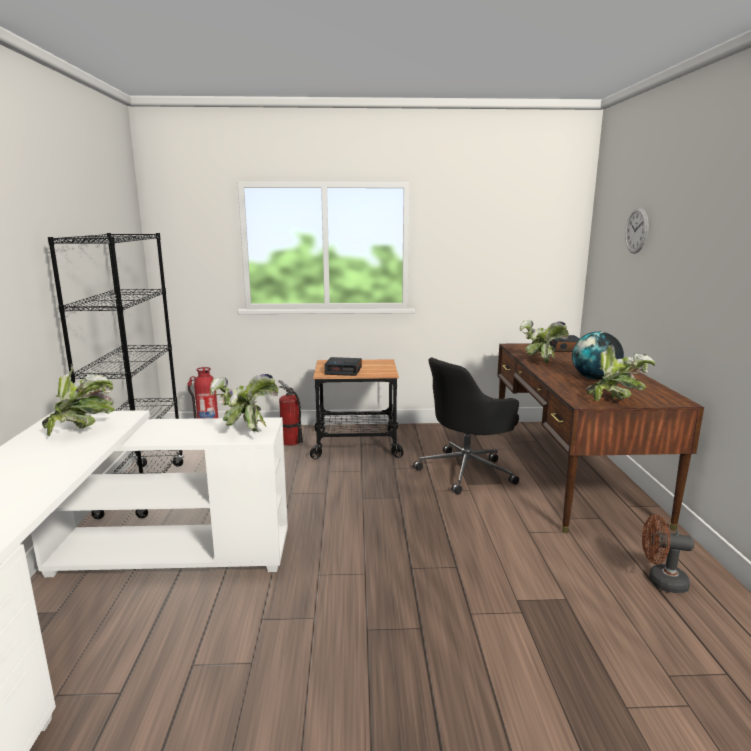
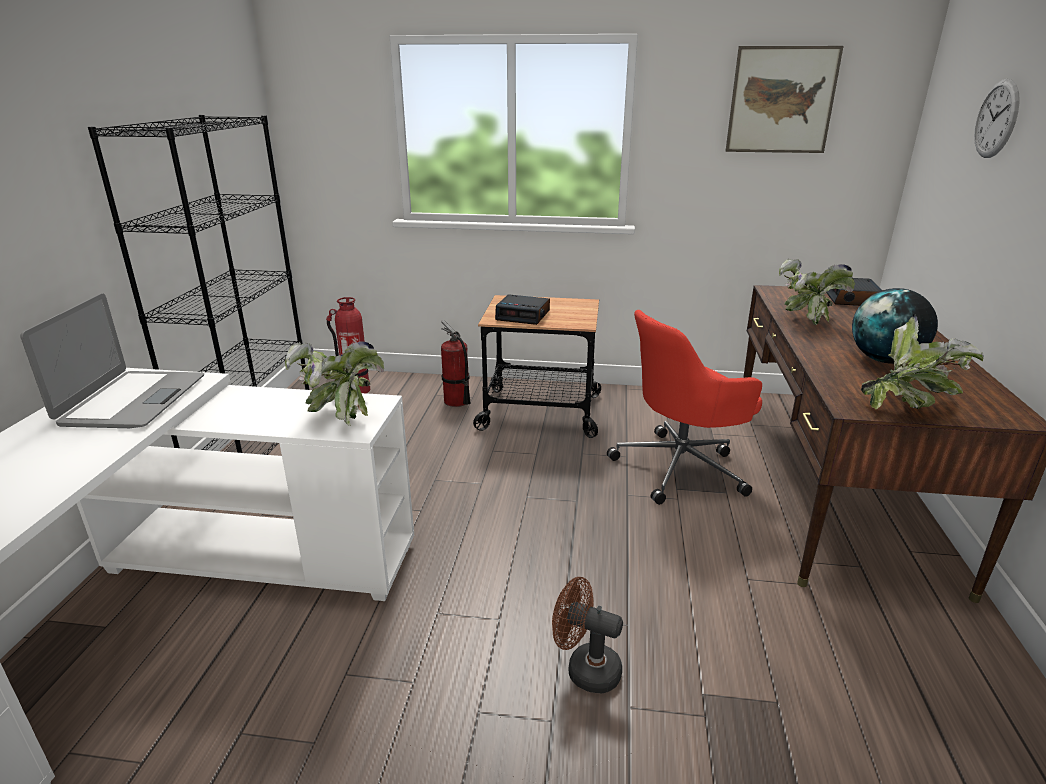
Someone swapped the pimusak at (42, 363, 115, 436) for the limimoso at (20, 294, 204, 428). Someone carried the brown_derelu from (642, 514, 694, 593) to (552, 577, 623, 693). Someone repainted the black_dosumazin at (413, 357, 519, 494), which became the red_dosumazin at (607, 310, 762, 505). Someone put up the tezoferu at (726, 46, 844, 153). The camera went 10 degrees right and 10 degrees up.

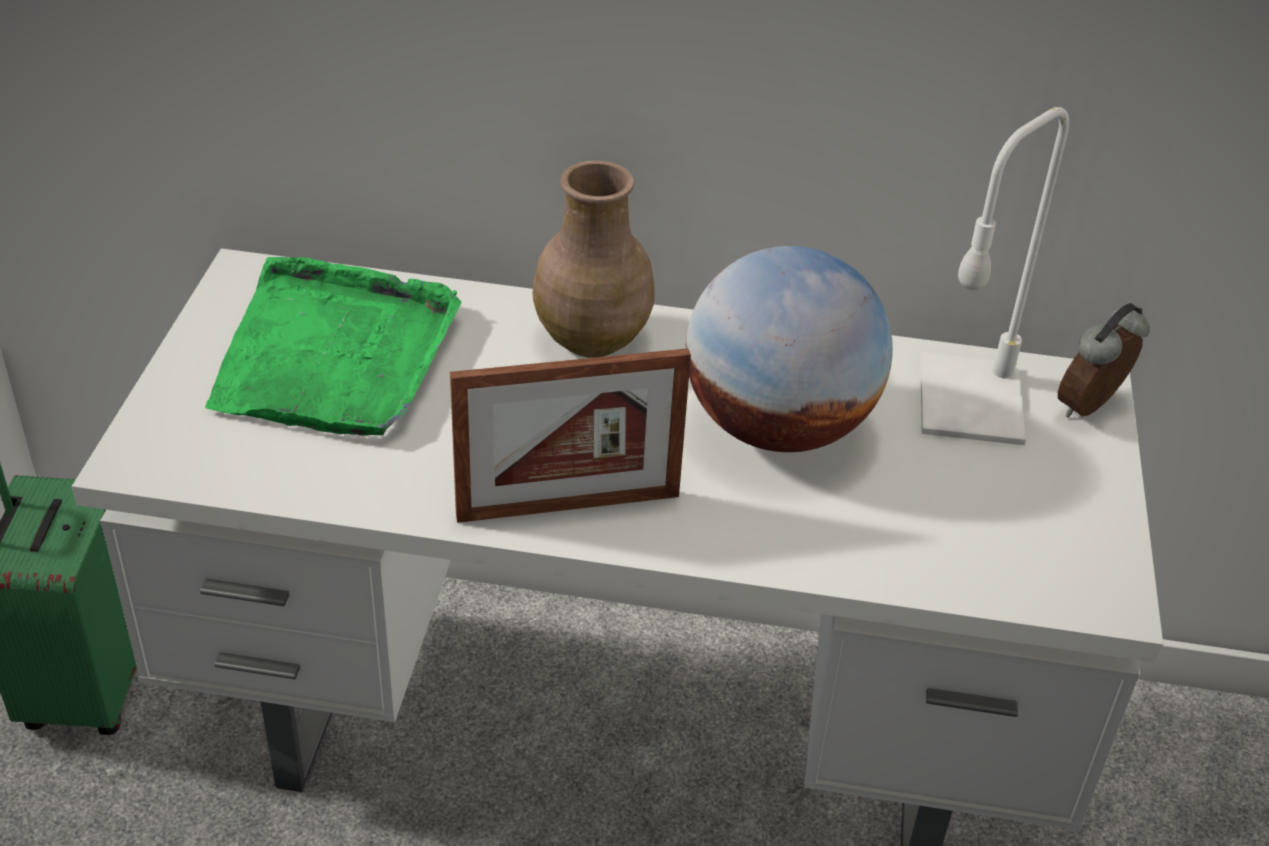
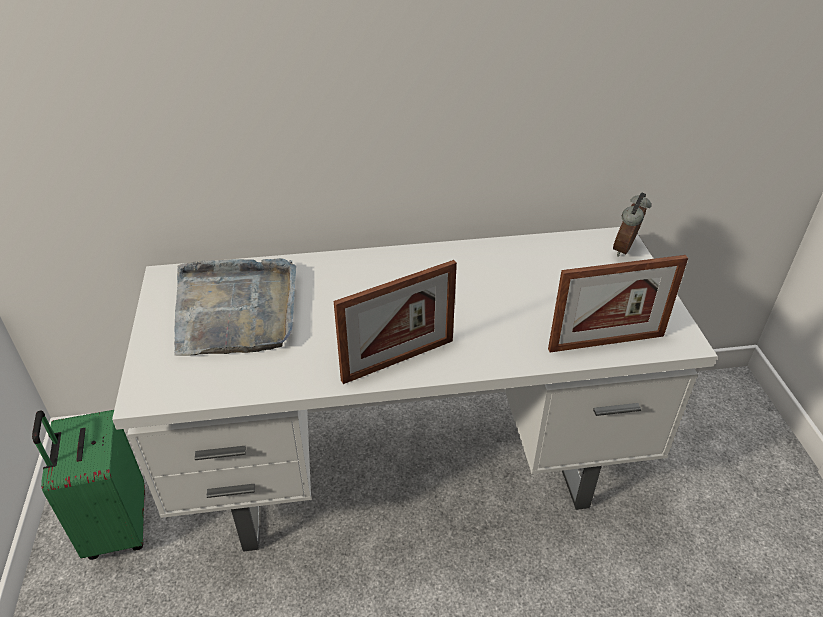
Someone repainted the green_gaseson at (205, 257, 461, 436), which became the grey_gaseson at (174, 258, 296, 356). Someone put down the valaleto at (548, 255, 688, 352). Someone took away the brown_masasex at (533, 161, 655, 358). Someone took away the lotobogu at (685, 246, 893, 452). Someone took away the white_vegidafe at (920, 107, 1069, 445). The camera went 15 degrees left and 0 degrees up.

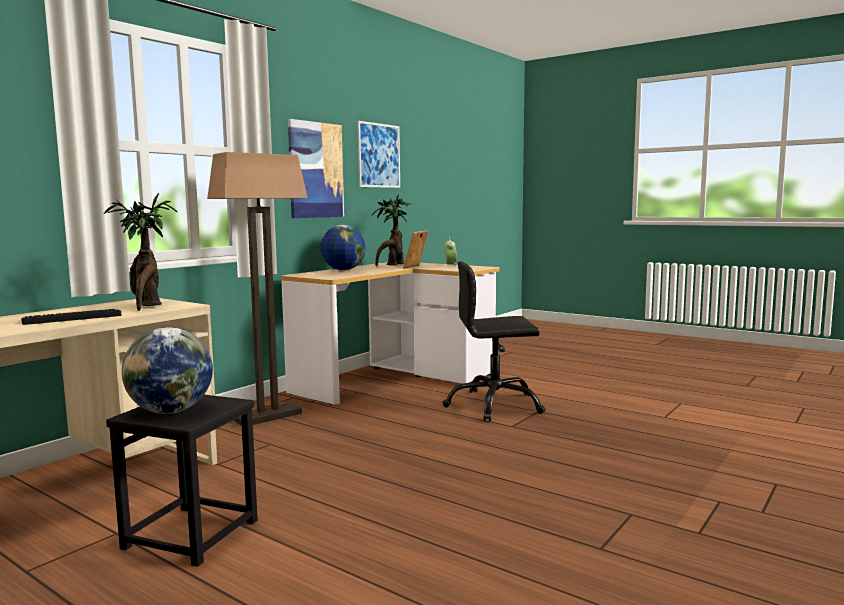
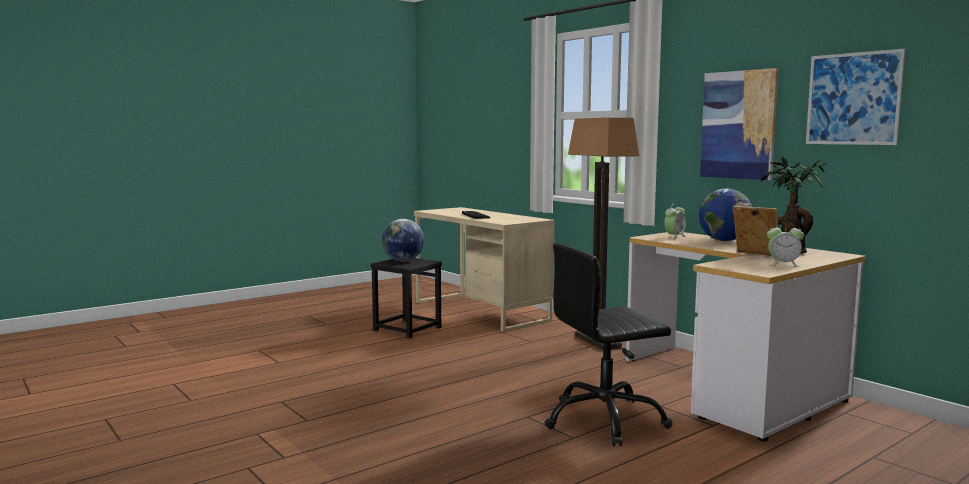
Someone rotated the black_dosumazin at (442, 262, 545, 421) by 120 degrees counterclockwise. Someone put down the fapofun at (664, 203, 686, 239). Someone took away the pimusak at (104, 193, 178, 311). The camera went 105 degrees right and 0 degrees up.

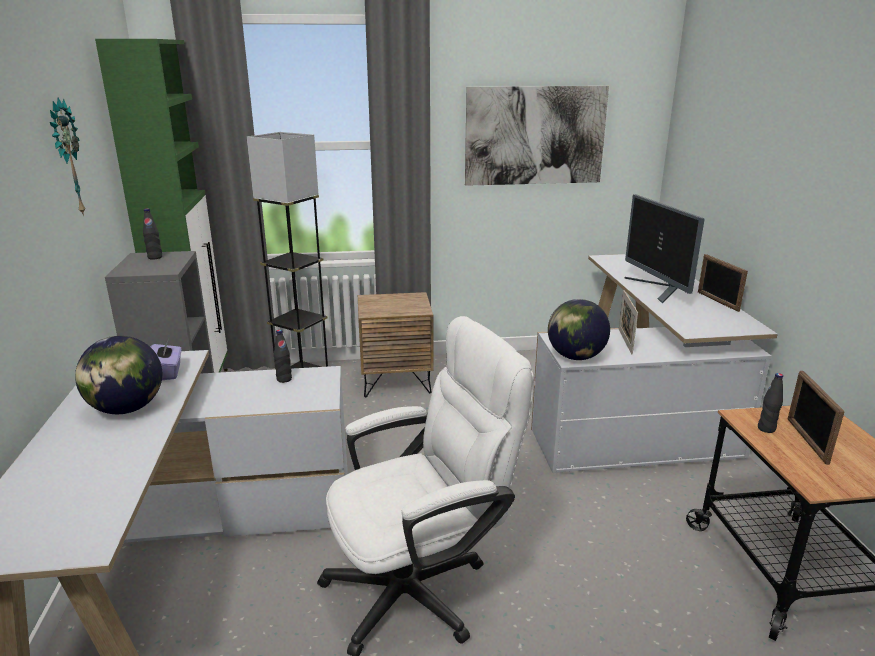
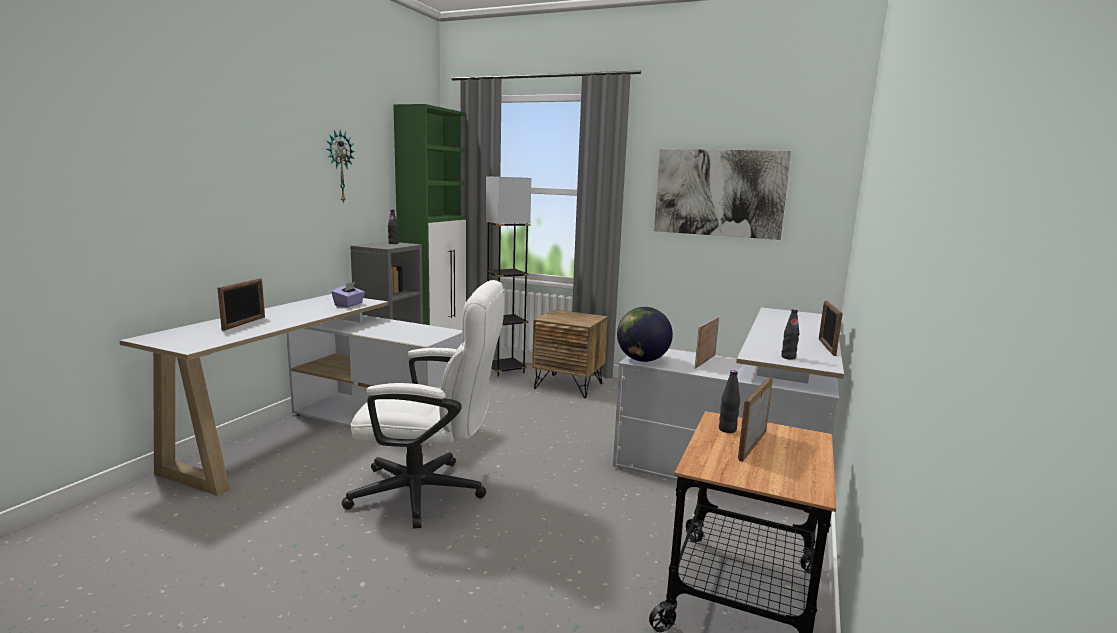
Someone put down the valaleto at (217, 278, 265, 331). Someone carried the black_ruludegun from (274, 330, 292, 383) to (781, 309, 799, 360). Someone took away the lotobogu at (75, 336, 162, 414). Someone took away the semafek at (624, 194, 705, 304). The camera went 30 degrees right and 10 degrees down.

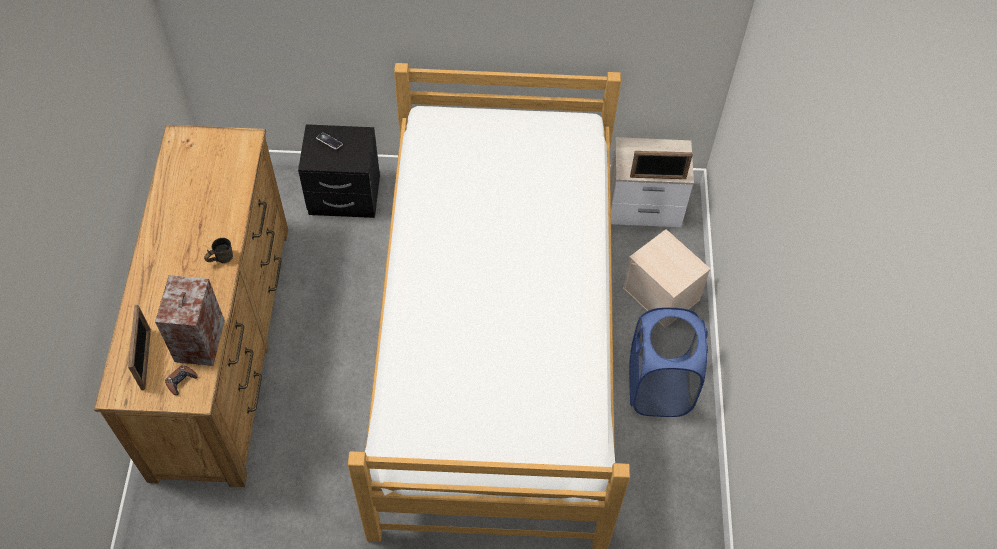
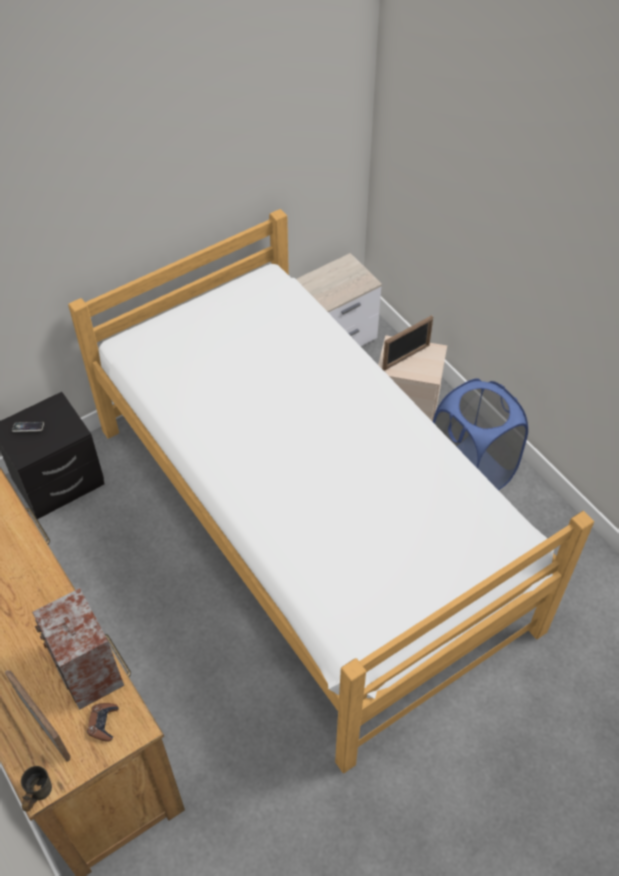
Someone carried the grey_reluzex from (204, 238, 233, 263) to (21, 766, 52, 812). Someone carried the valaleto from (630, 151, 693, 179) to (382, 315, 433, 370). The camera went 35 degrees left and 5 degrees down.

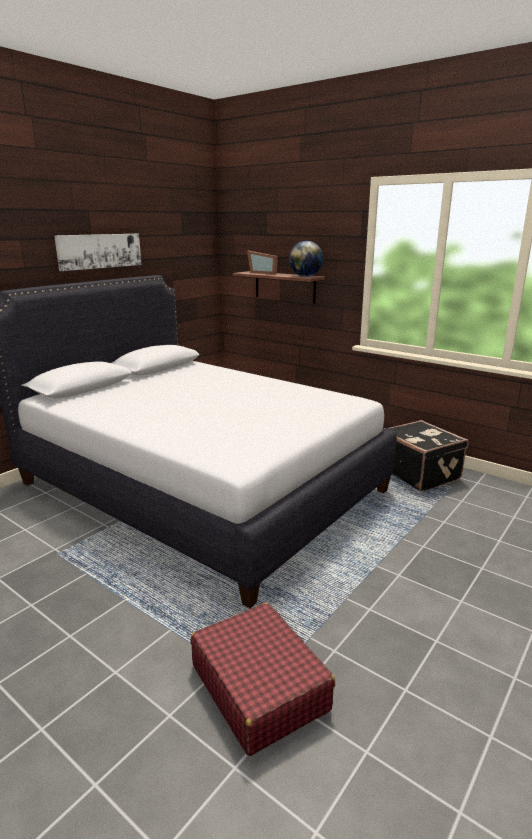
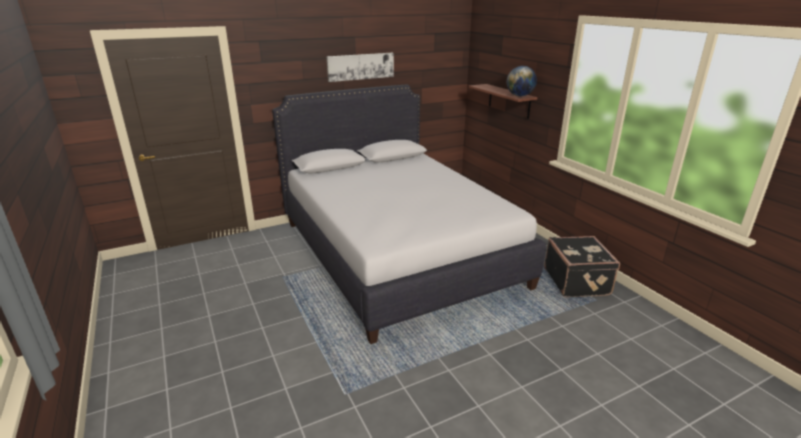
Someone took away the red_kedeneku at (190, 602, 335, 756). Someone took away the valaleto at (247, 251, 278, 274). The camera went 25 degrees right and 5 degrees up.

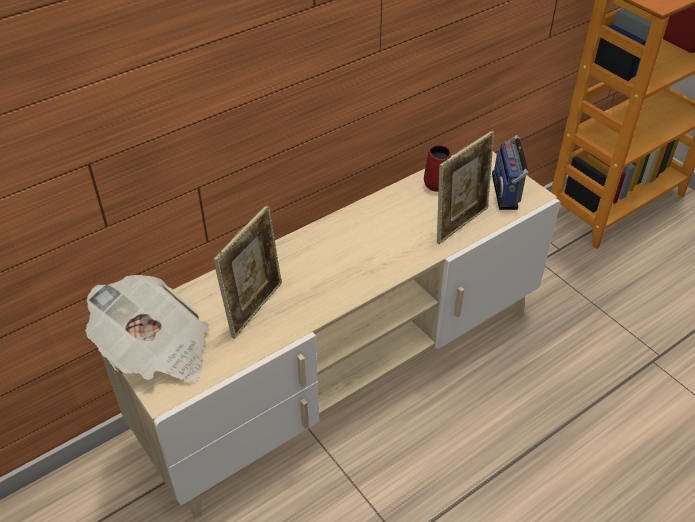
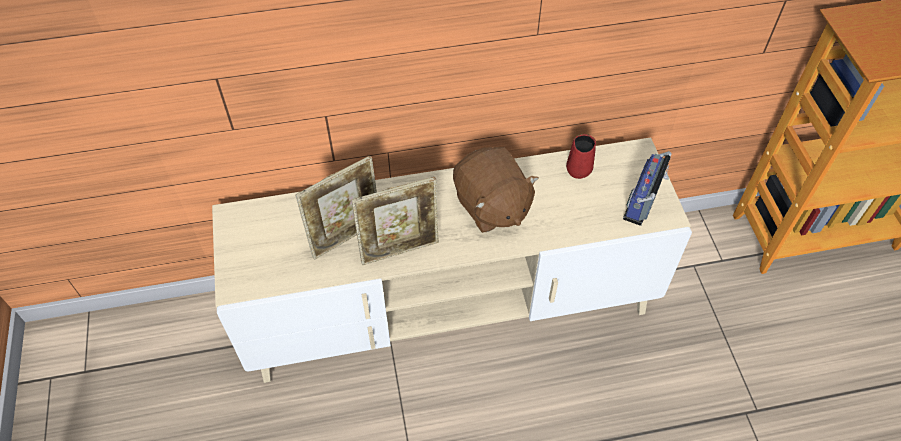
Someone carried the valaleto from (437, 131, 494, 244) to (351, 177, 439, 265). Someone put down the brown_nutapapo at (453, 147, 539, 233). Someone took away the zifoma at (85, 275, 209, 382). The camera went 25 degrees right and 10 degrees up.

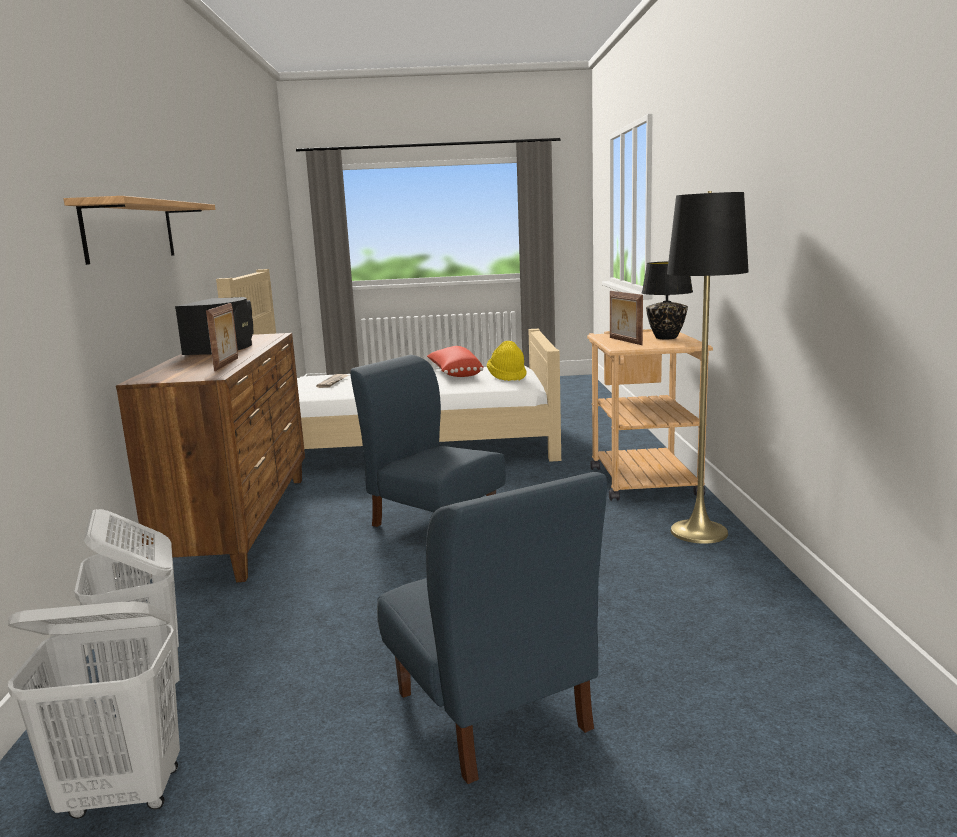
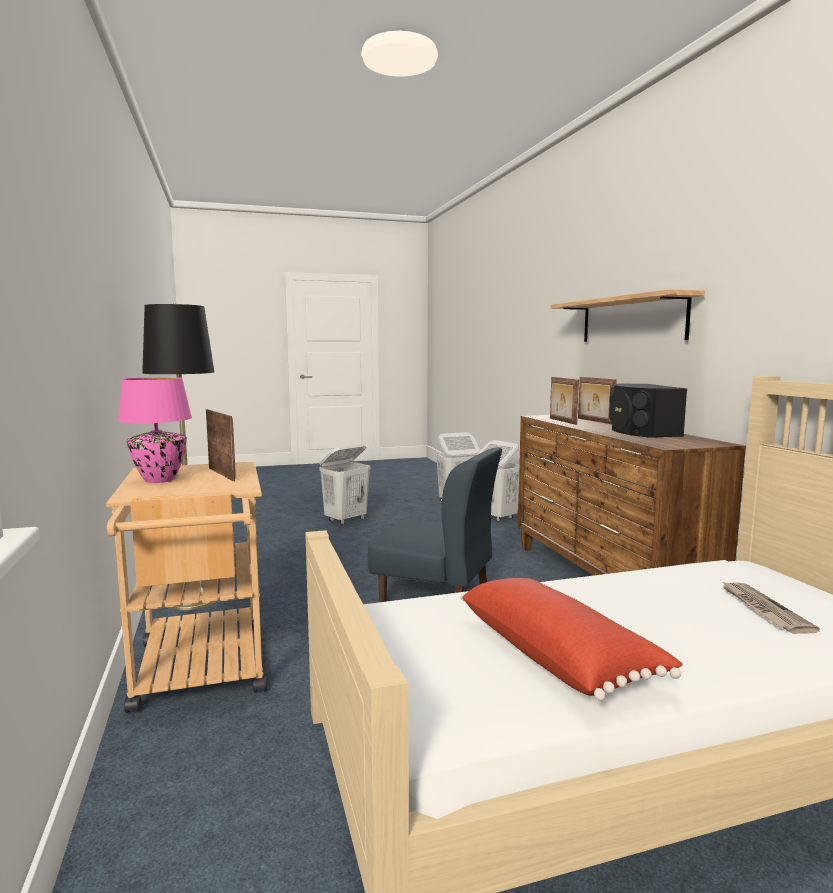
Someone repainted the black_vegidafe at (642, 261, 693, 339), which became the pink_vegidafe at (118, 377, 192, 483). Someone swapped the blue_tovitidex at (377, 472, 607, 784) for the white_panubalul at (319, 444, 370, 525). Someone put down the valaleto at (578, 377, 617, 424). Someone took away the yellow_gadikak at (487, 341, 527, 381). The camera went 165 degrees right and 5 degrees down.

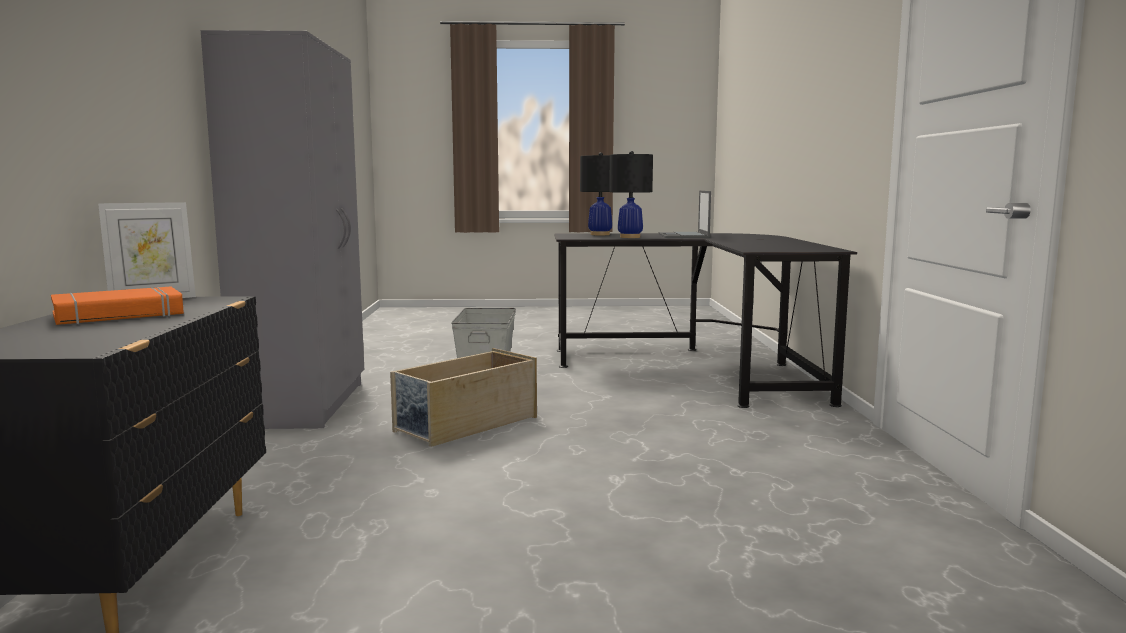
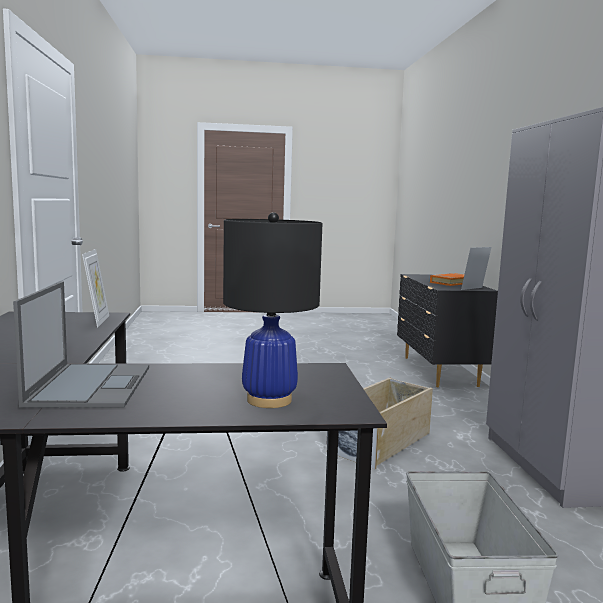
Someone put down the valaleto at (82, 249, 109, 327). Someone took away the black_vegidafe at (609, 151, 653, 238). The camera went 175 degrees right and 0 degrees up.

